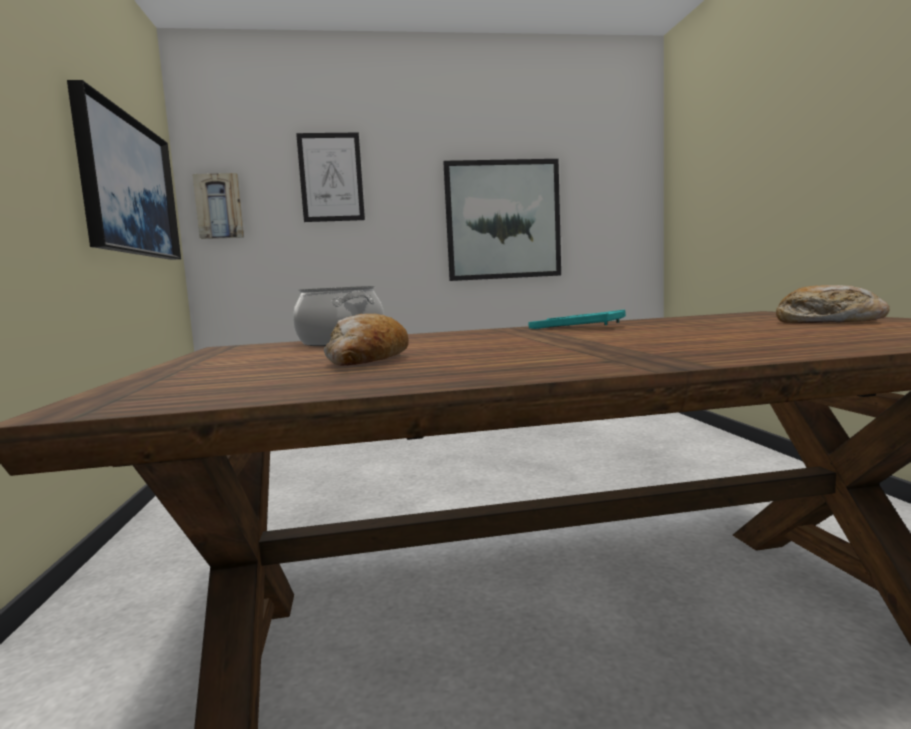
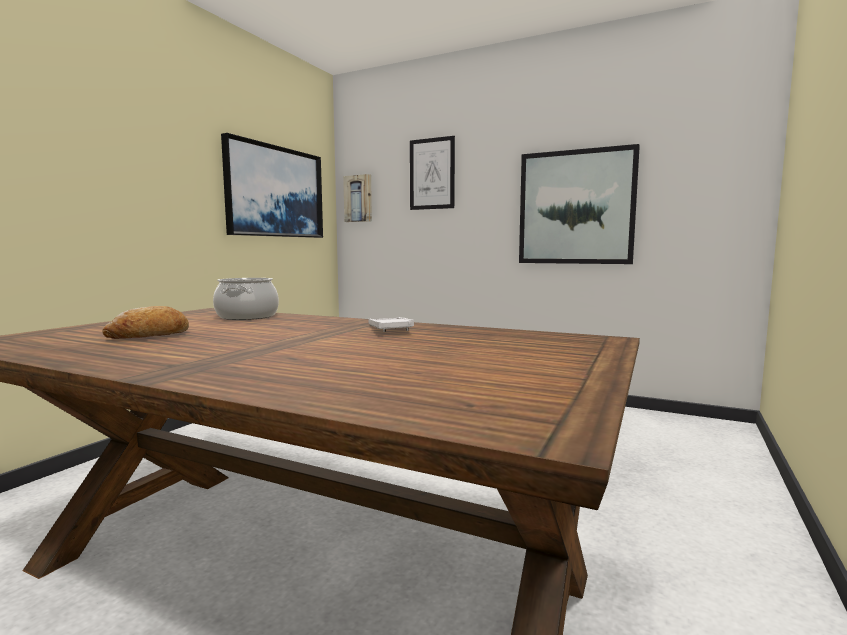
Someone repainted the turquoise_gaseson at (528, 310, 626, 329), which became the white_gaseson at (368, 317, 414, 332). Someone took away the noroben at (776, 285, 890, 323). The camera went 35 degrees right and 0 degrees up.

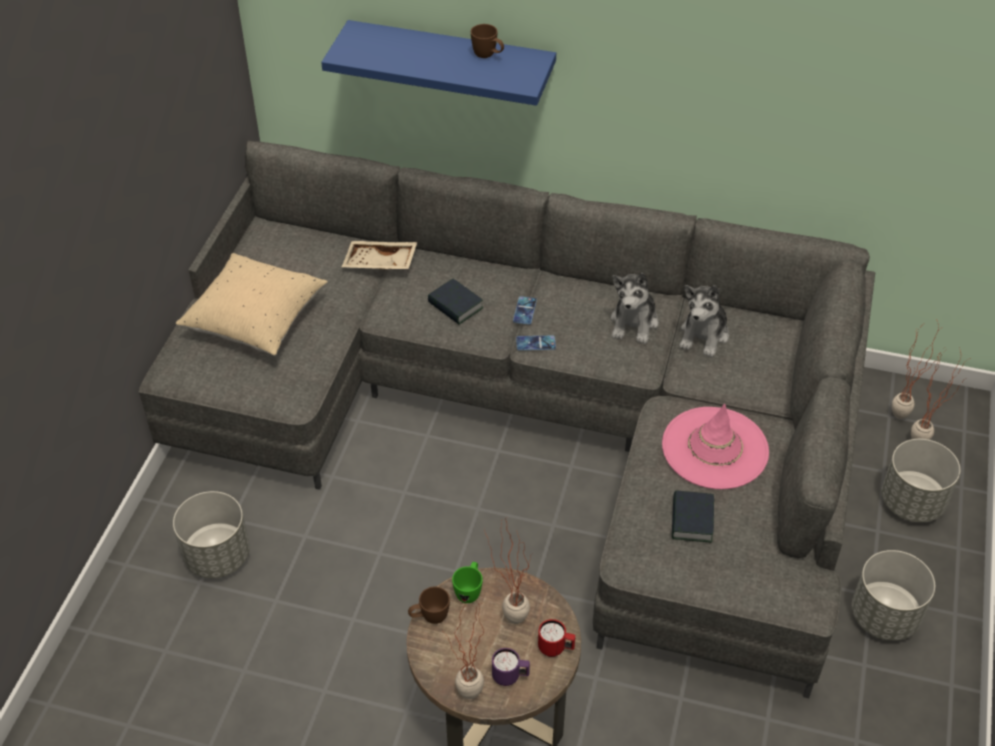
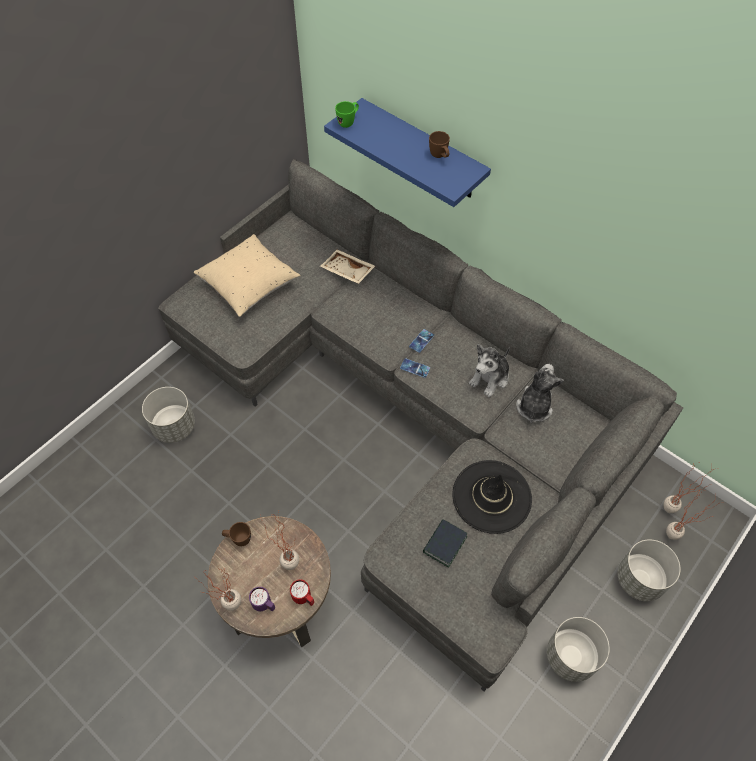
Someone carried the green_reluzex from (452, 562, 483, 603) to (335, 101, 359, 128). Someone repainted the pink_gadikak at (662, 403, 769, 489), which became the black_gadikak at (452, 460, 532, 534). Someone rotated the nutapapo at (680, 285, 729, 357) by 150 degrees clockwise. Someone took away the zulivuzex at (428, 279, 483, 325). The camera went 25 degrees right and 10 degrees up.

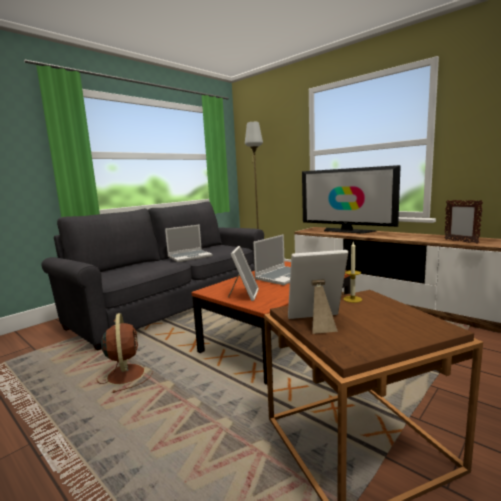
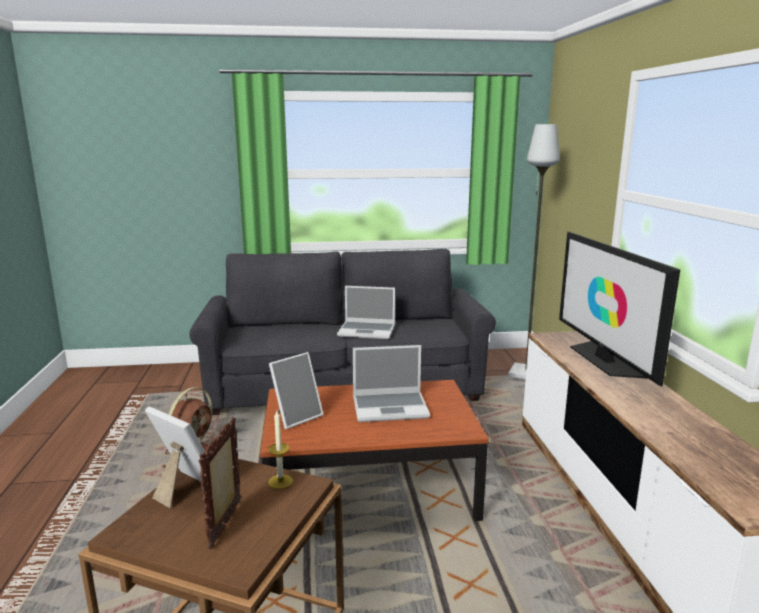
Someone carried the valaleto from (445, 200, 483, 244) to (198, 417, 241, 549). The camera went 40 degrees right and 5 degrees up.

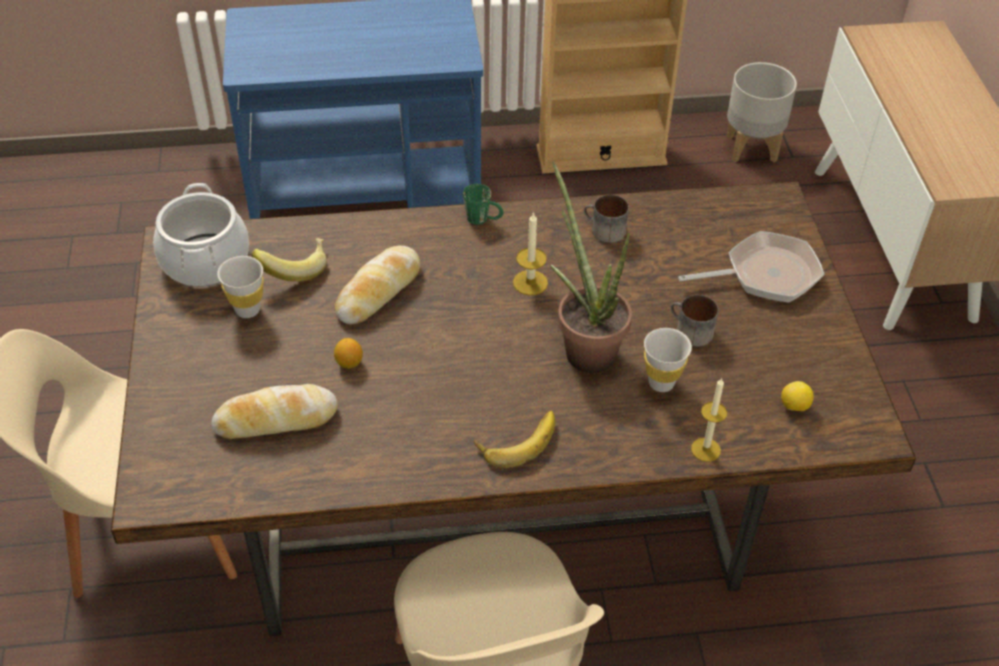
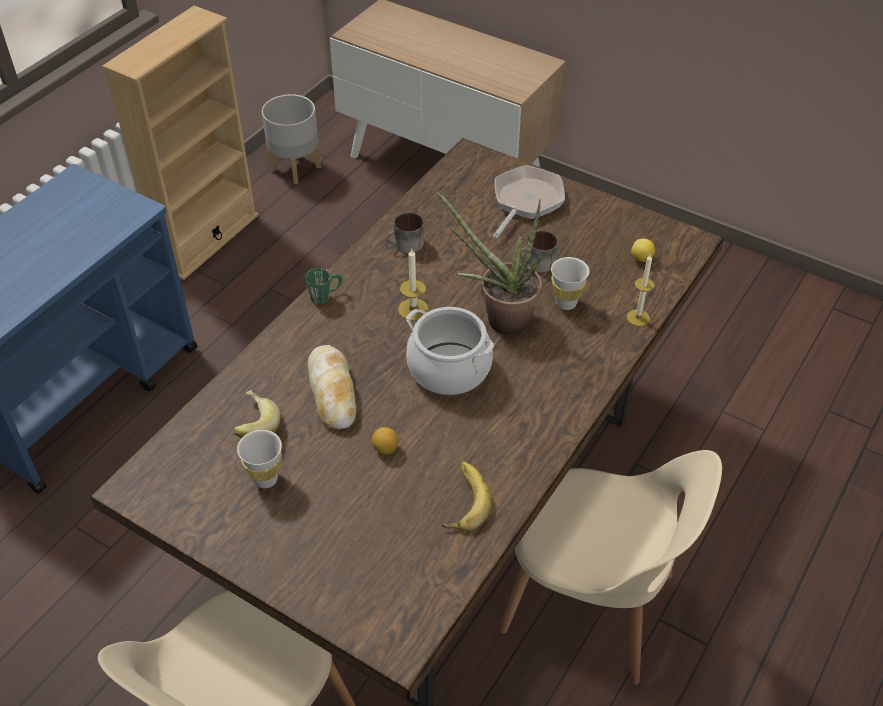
Someone carried the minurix from (153, 183, 249, 287) to (406, 307, 494, 395). Someone carried the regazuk from (474, 411, 555, 467) to (442, 461, 491, 531). Someone took away the noroben at (211, 384, 338, 439). The camera went 50 degrees left and 0 degrees up.

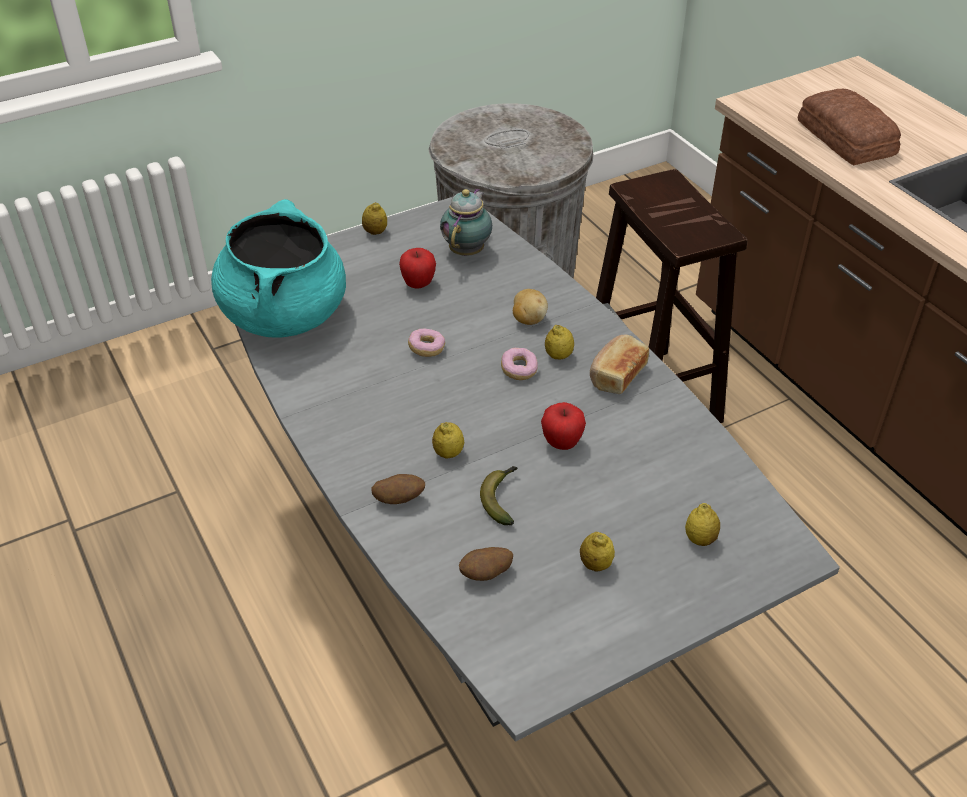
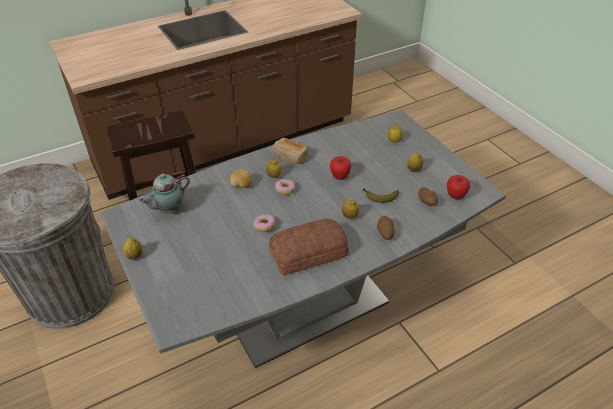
Someone rotated the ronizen at (440, 188, 492, 256) by 60 degrees counterclockwise. Someone carried the noroben from (798, 89, 901, 165) to (269, 219, 349, 276). Someone carried the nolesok from (399, 248, 436, 289) to (447, 175, 470, 199). Someone took away the turquoise_minurix at (211, 199, 346, 338). The camera went 90 degrees left and 0 degrees up.

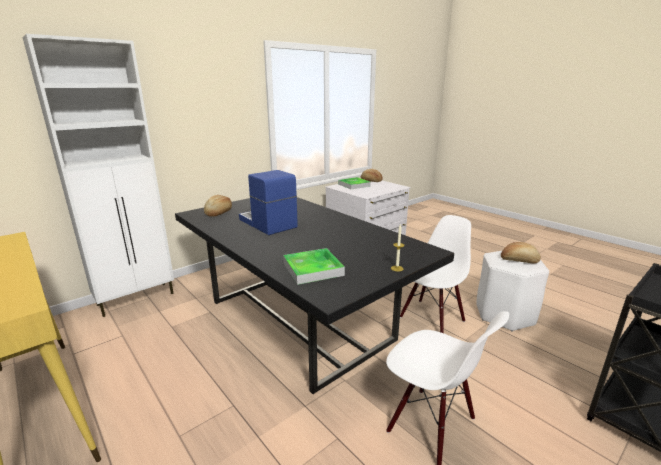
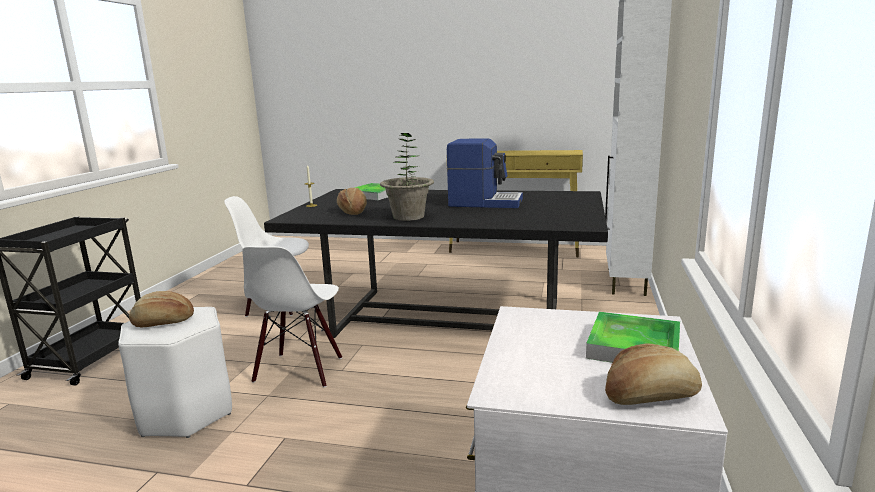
Someone carried the noroben from (204, 195, 232, 217) to (337, 188, 367, 215). Someone put down the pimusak at (380, 133, 434, 221). The camera went 145 degrees right and 5 degrees down.

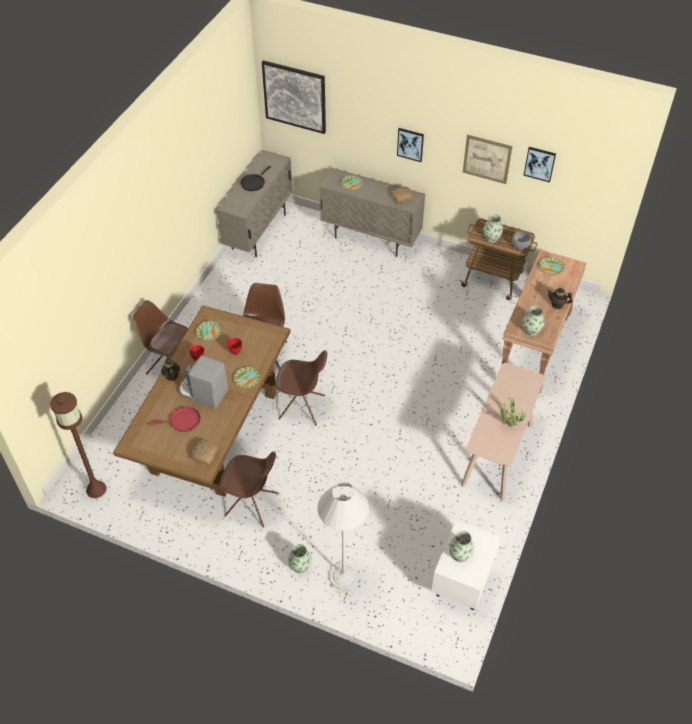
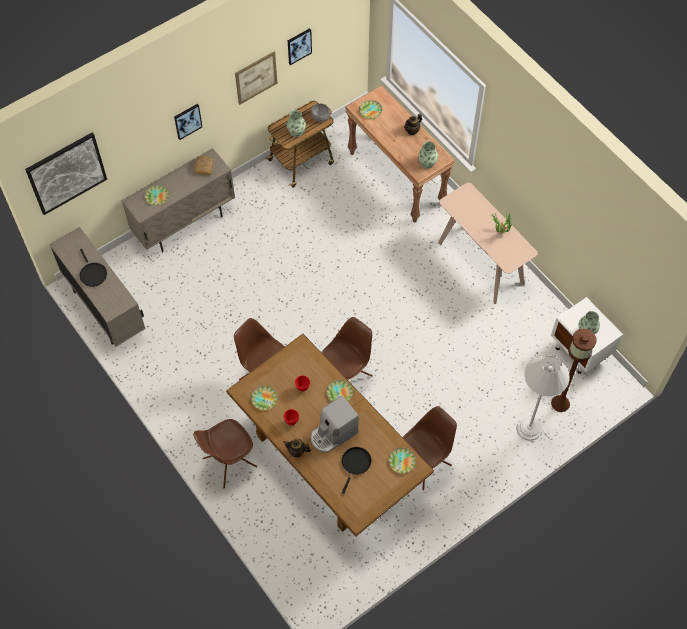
Someone repainted the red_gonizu at (148, 407, 200, 432), which became the black_gonizu at (342, 447, 371, 494). Someone swapped the noroben at (191, 439, 218, 464) for the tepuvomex at (388, 448, 416, 473). Someone carried the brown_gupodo from (50, 392, 107, 498) to (551, 329, 596, 412). Someone took away the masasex at (288, 544, 312, 573). The camera went 60 degrees left and 10 degrees up.

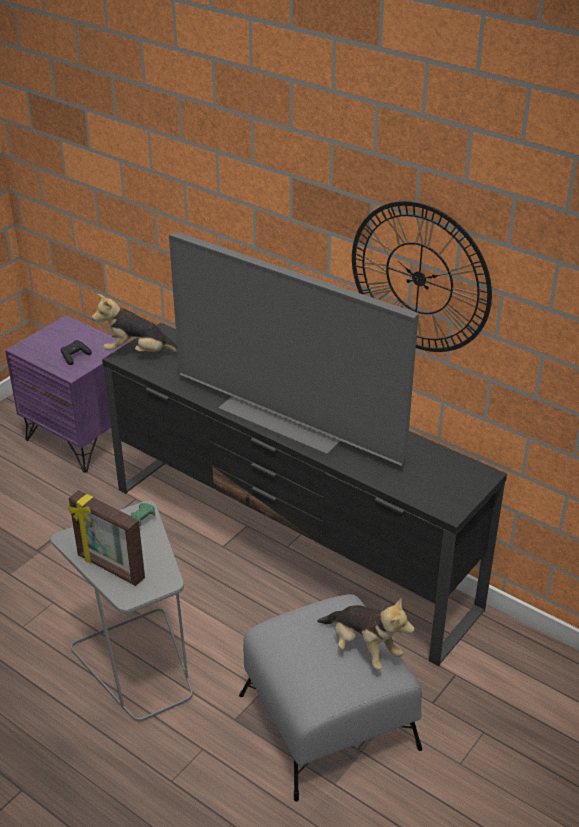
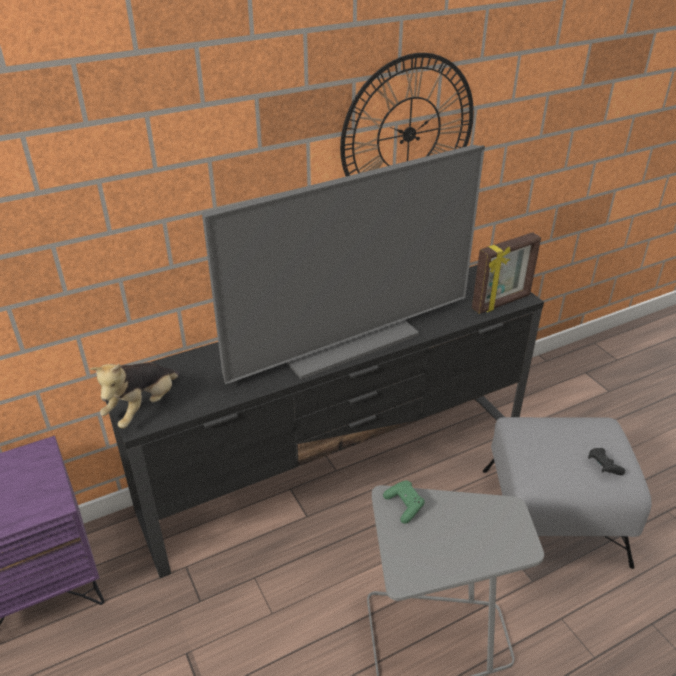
Someone carried the valaleto from (68, 490, 145, 586) to (472, 232, 541, 314). Someone carried the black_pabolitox from (61, 340, 92, 365) to (588, 448, 625, 475). Someone took away the nutapapo at (317, 598, 415, 670). The camera went 65 degrees left and 0 degrees up.

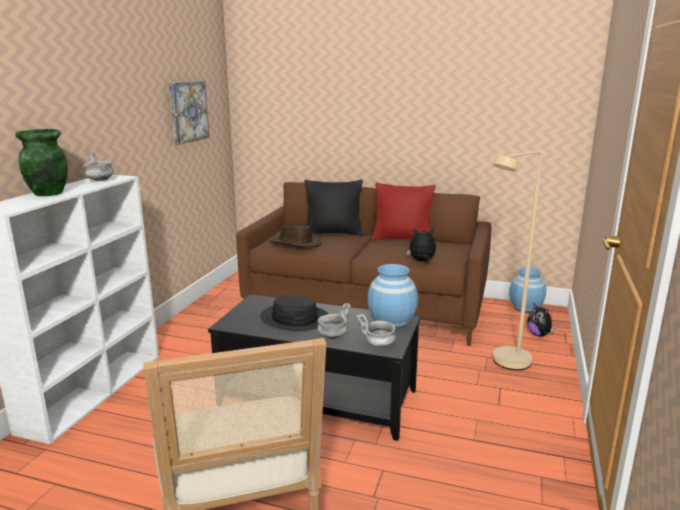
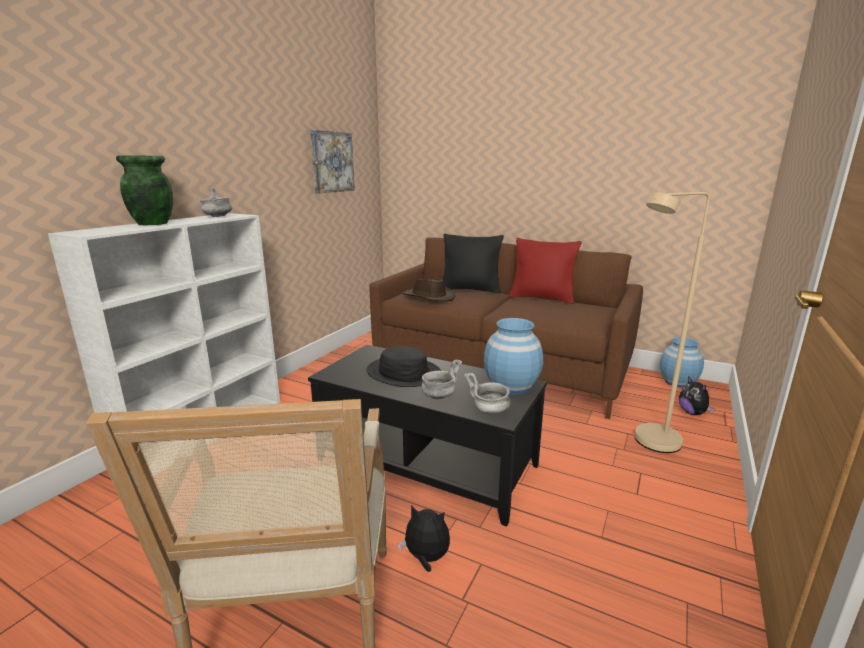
Someone carried the nutapapo from (407, 228, 436, 261) to (398, 505, 450, 572). The camera went 10 degrees right and 0 degrees up.

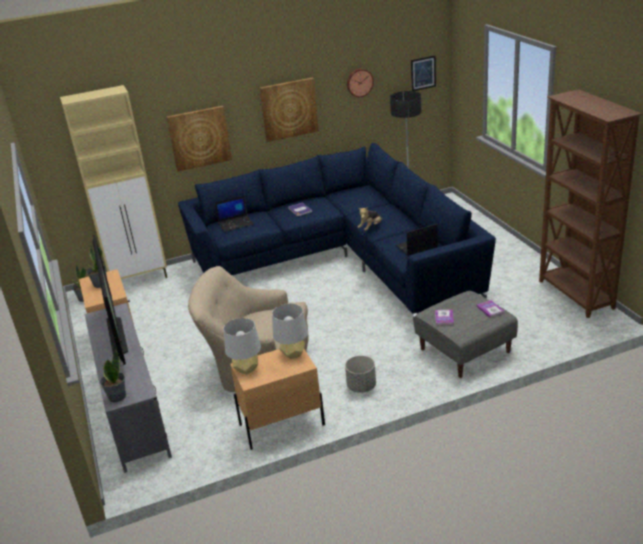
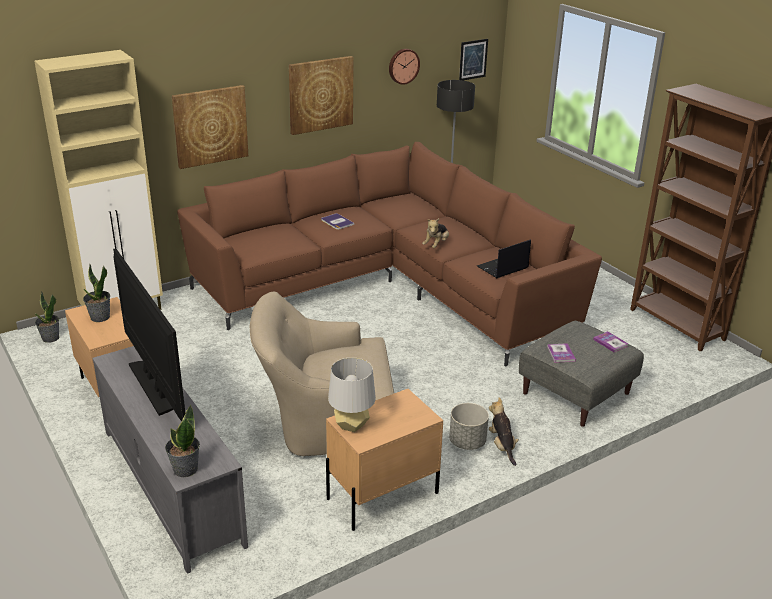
Someone repainted the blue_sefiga at (178, 143, 496, 321), which became the brown_sefiga at (177, 142, 602, 366). Someone put down the nutapapo at (489, 397, 519, 466). Someone took away the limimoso at (215, 196, 254, 232). Someone took away the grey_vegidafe at (272, 303, 308, 359). The camera went 15 degrees left and 0 degrees up.

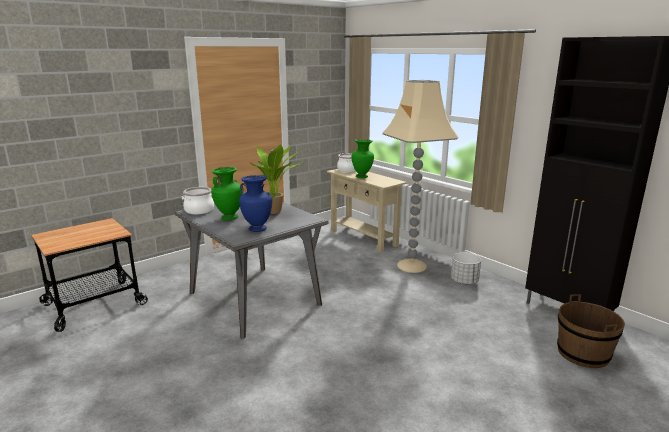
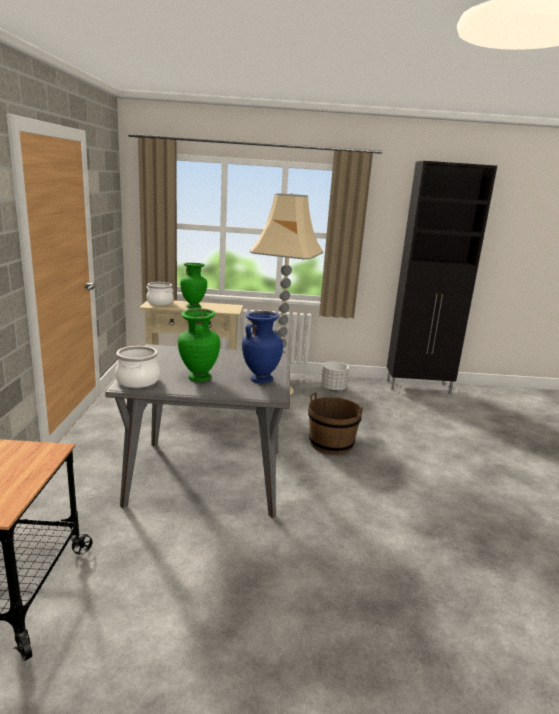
Someone carried the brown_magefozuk from (557, 294, 625, 368) to (308, 392, 363, 455). Someone took away the pimusak at (250, 145, 301, 214). The camera went 50 degrees left and 0 degrees up.

